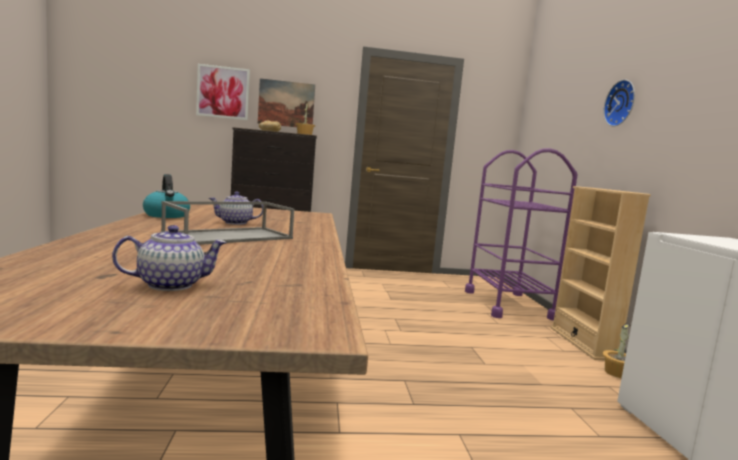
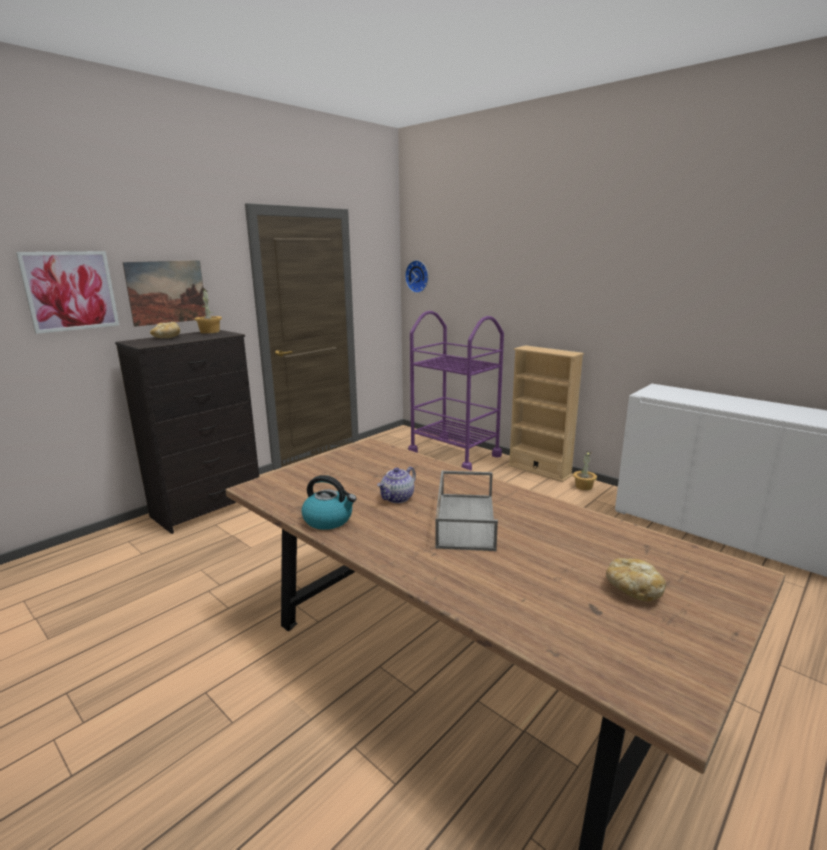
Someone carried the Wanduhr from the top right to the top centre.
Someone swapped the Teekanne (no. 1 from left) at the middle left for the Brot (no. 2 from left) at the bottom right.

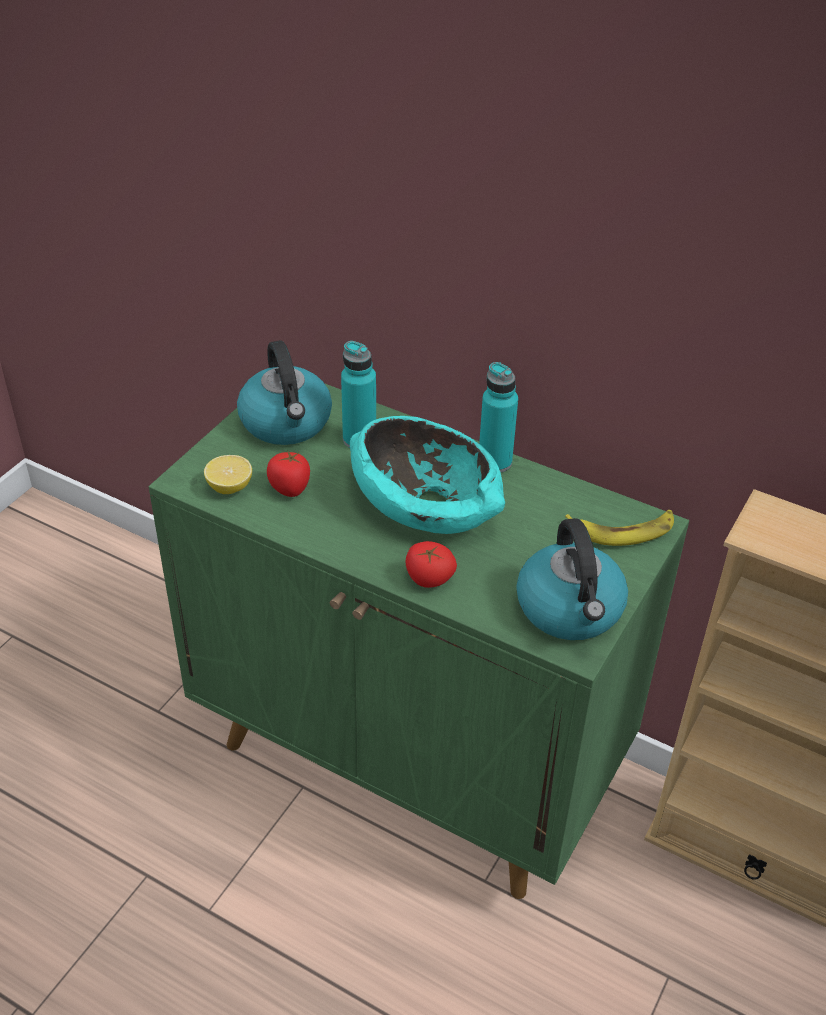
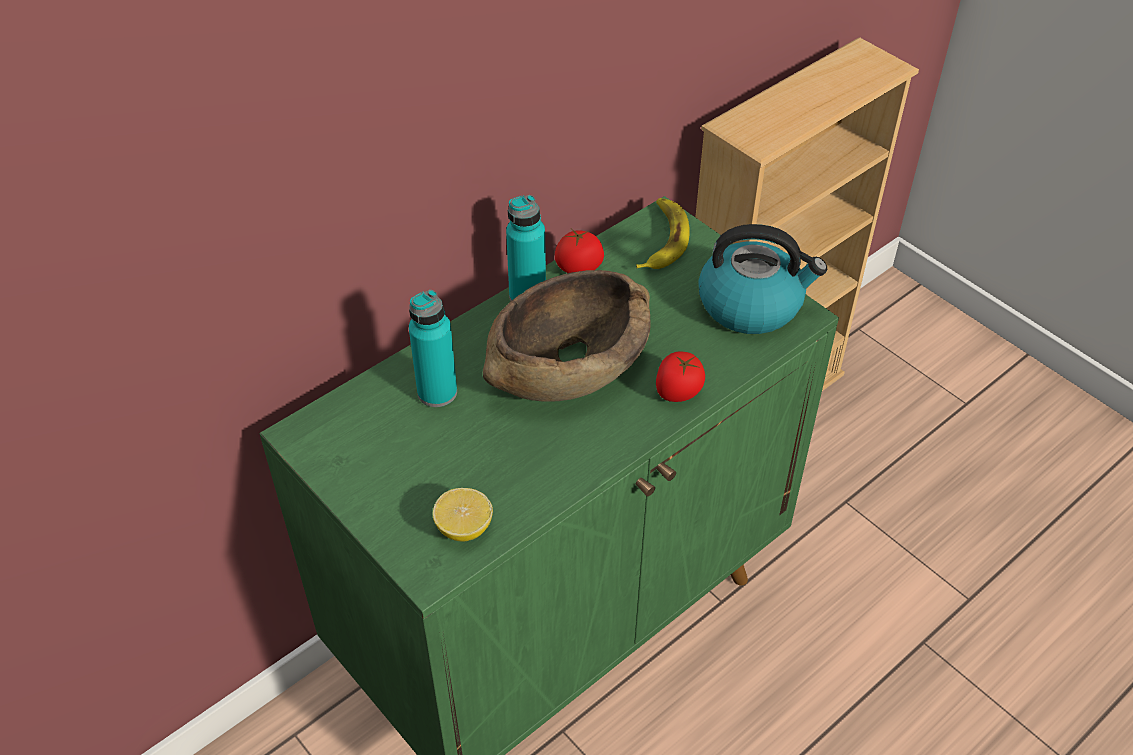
Someone took away the Wasserkessel (no. 1 from left) at the centre.
Someone repainted the Schüssel (türkis) at the centre, which became the Schüssel (braun) at the centre.
Someone carried the Tomate (no. 1 from left) from the centre to the top centre.

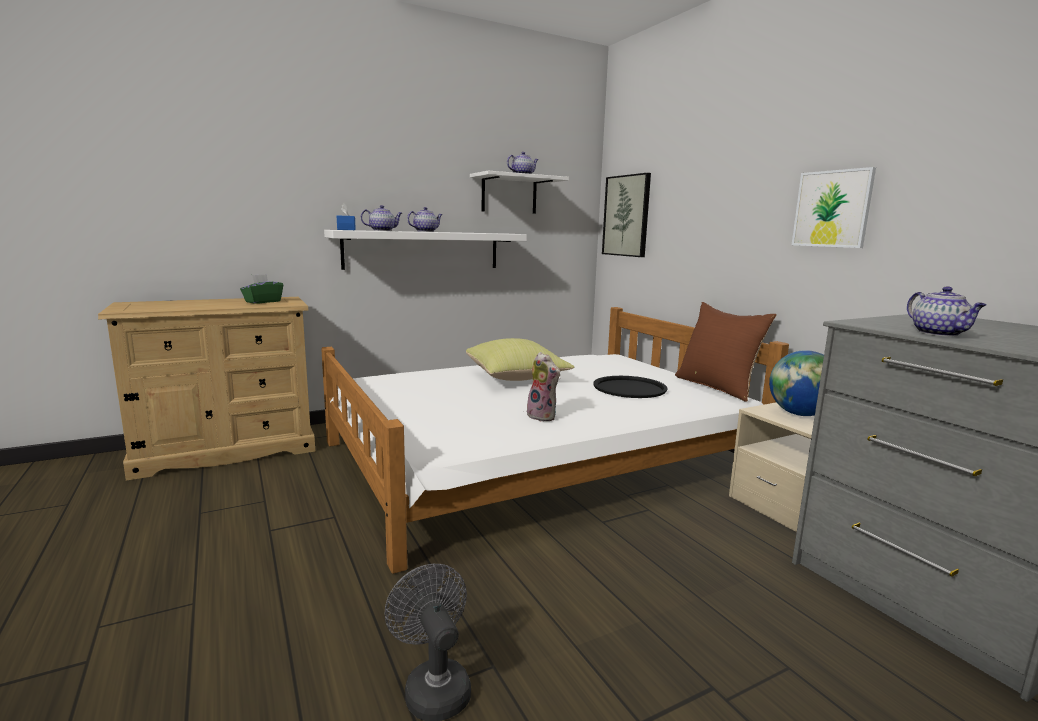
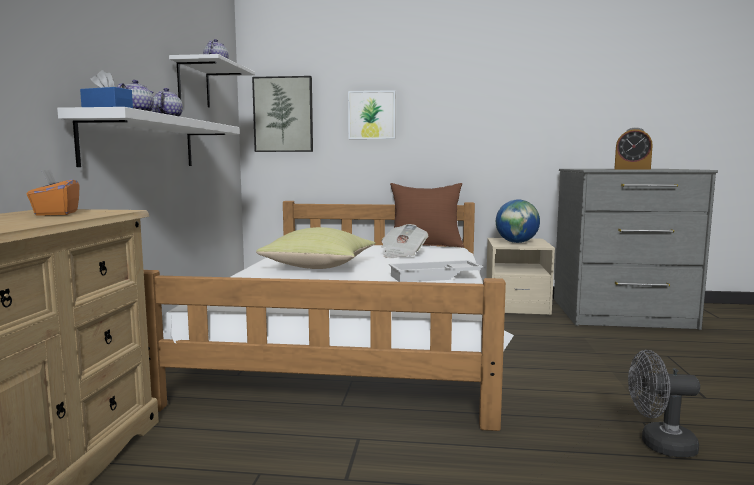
Someone carried the Bild (no. 2 from left) from the top right to the top centre.
Someone repainted the Taschentuchbox (grün) at the middle left, which became the Taschentuchbox (orange) at the middle left.
Someone swapped the Teekanne (no. 4 from left) at the middle right for the Wecker at the top right.
Someone swapped the Plüschtier at the centre for the Tablett (weiß) at the centre.
Someone swapped the Tablett (schwarz) at the centre for the Zeitung at the centre.

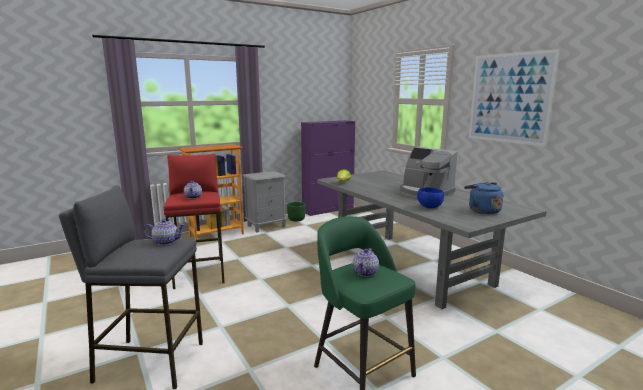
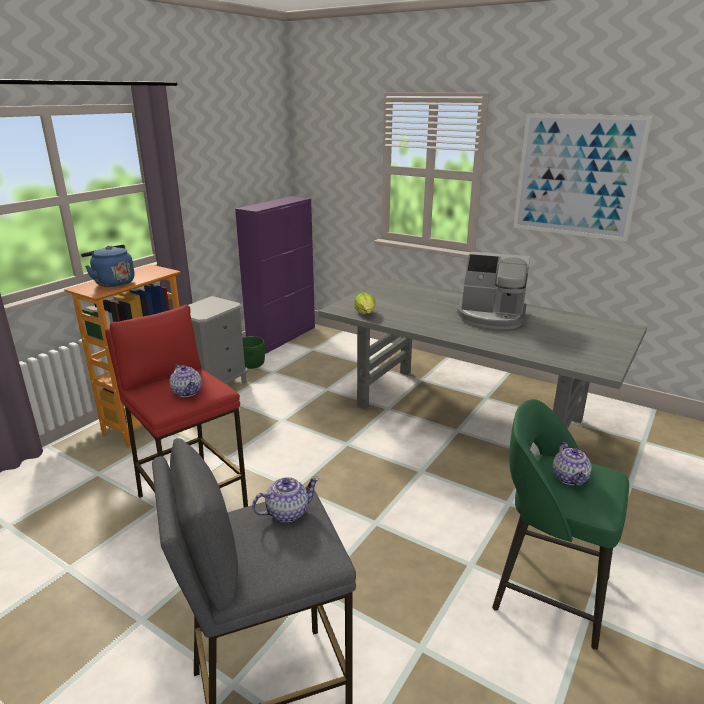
Someone carried the Wasserkessel (blau) from the middle right to the middle left.
Someone took away the Schüssel (blau) at the middle right.

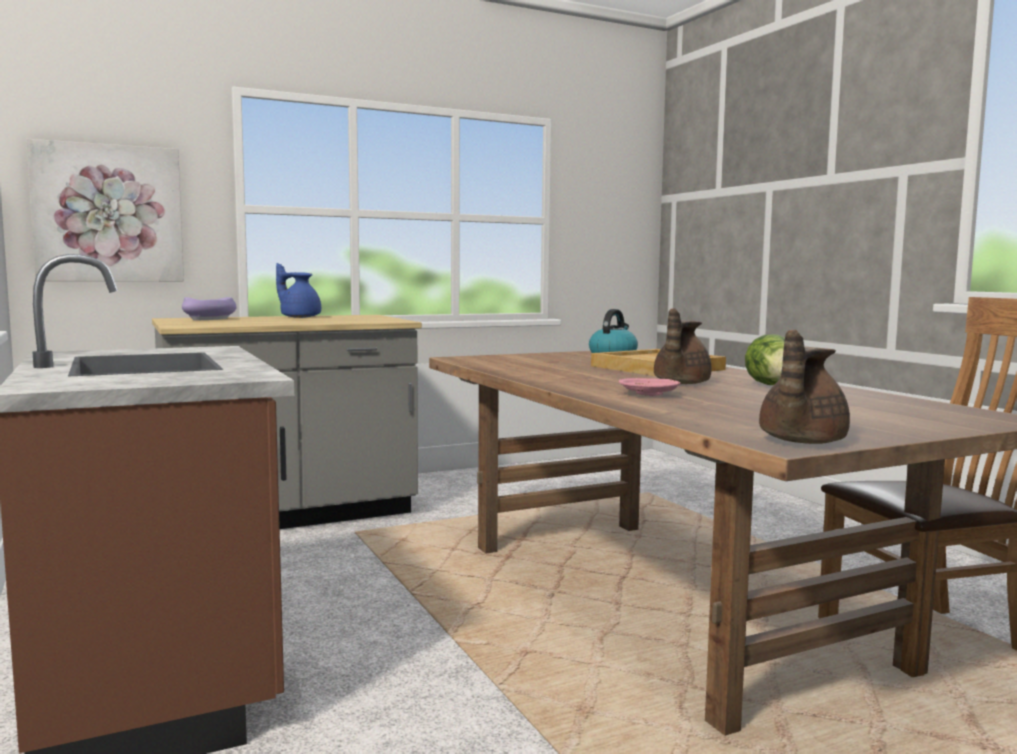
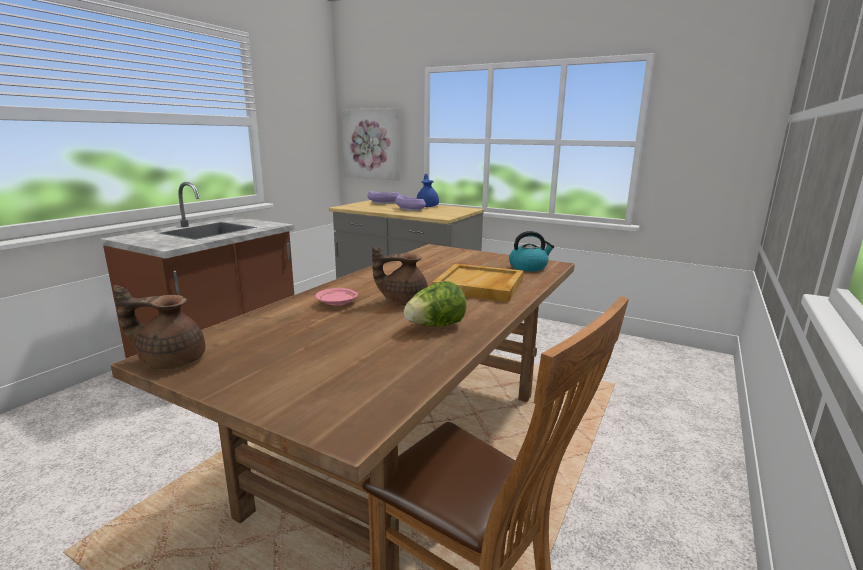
Someone put down the Schüssel (lila) (no. 2 from left) at the centre.

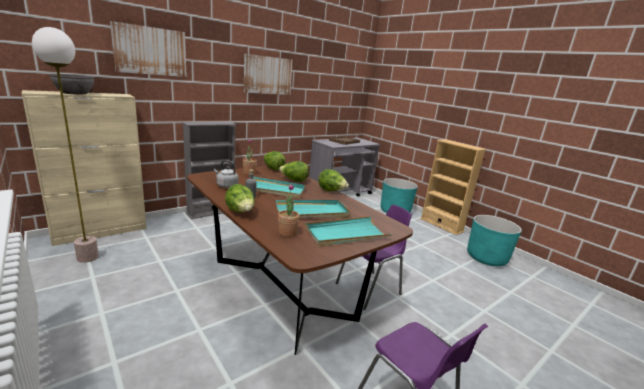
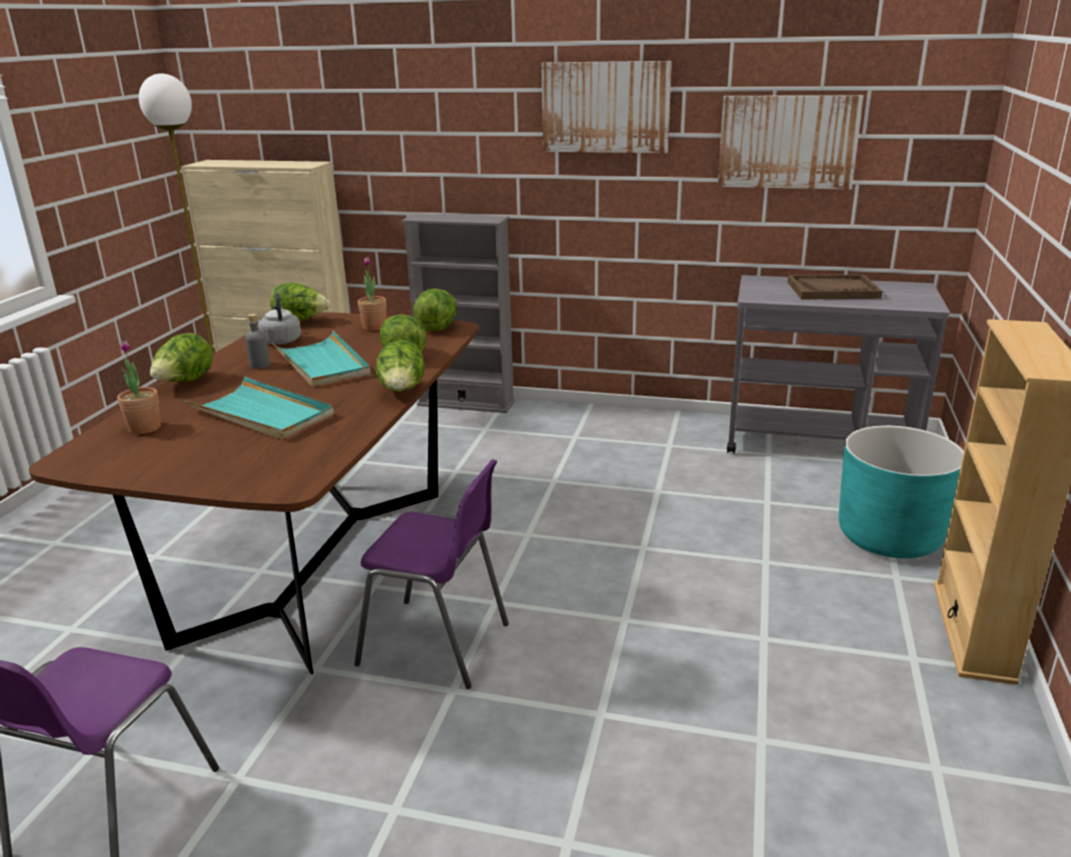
Someone carried the Bild (no. 1 from left in the first image) from the top left to the top right.
Someone took away the Schüssel (grau) at the top left.
Someone took away the Pflanzkübel (türkis) (no. 2 from left) at the middle right.
Someone took away the Tablett (türkis) (no. 3 from left) at the centre.
Someone put down the Salatkopf (no. 2 from left) at the middle left.

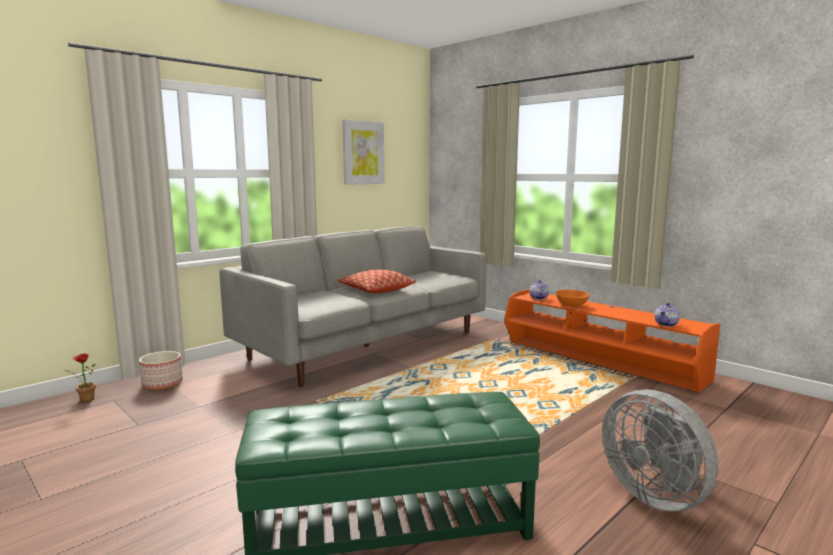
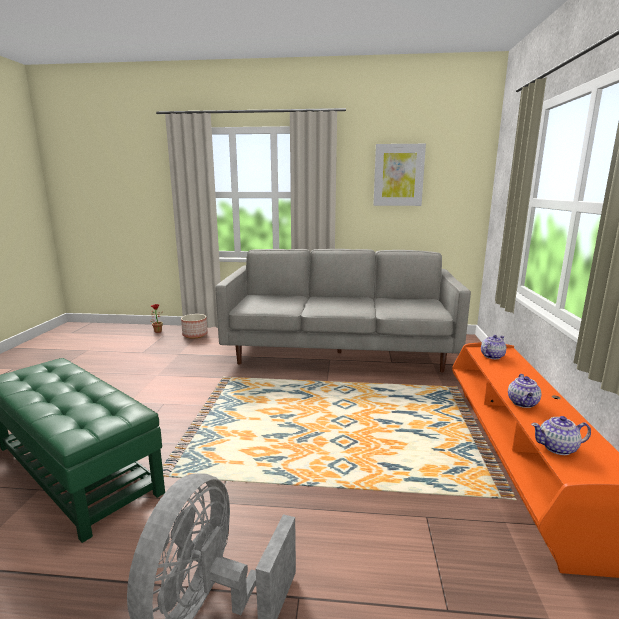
Someone took away the Kissen at the centre.
Someone took away the Schüssel (orange) at the middle right.
Someone put down the Teekanne (no. 2 from left) at the middle right.

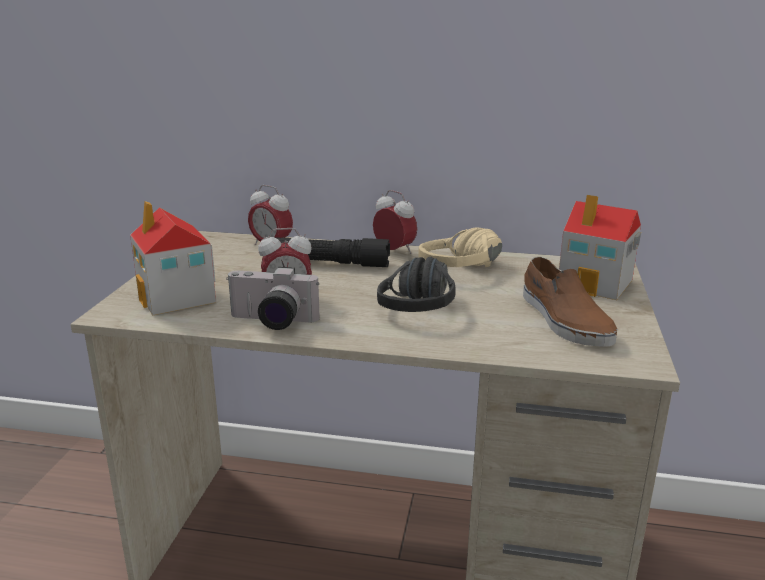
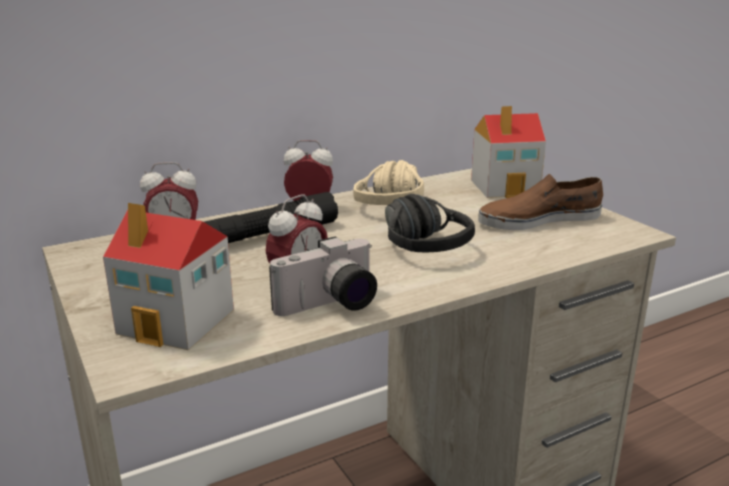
Someone rotated the Schuh (braun) at the middle right by 135 degrees clockwise.

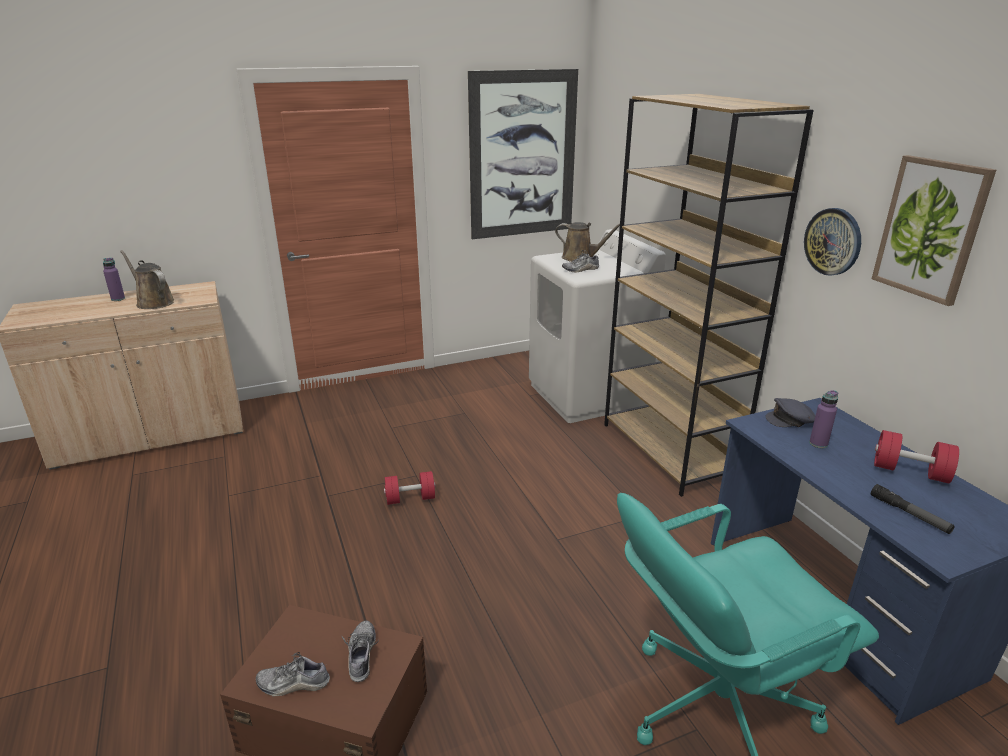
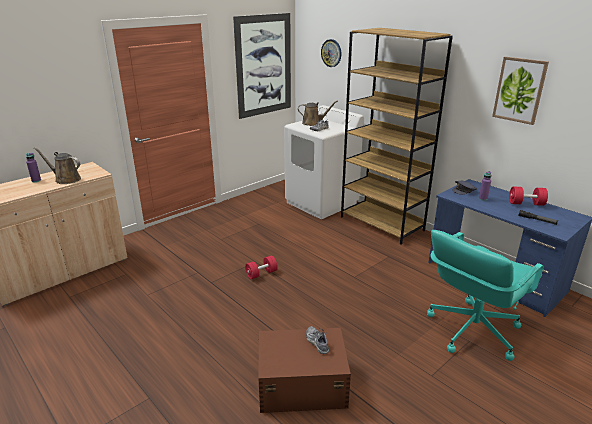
Someone carried the Wanduhr from the top right to the top centre.
Someone took away the Schuh (no. 1 from left) at the bottom left.

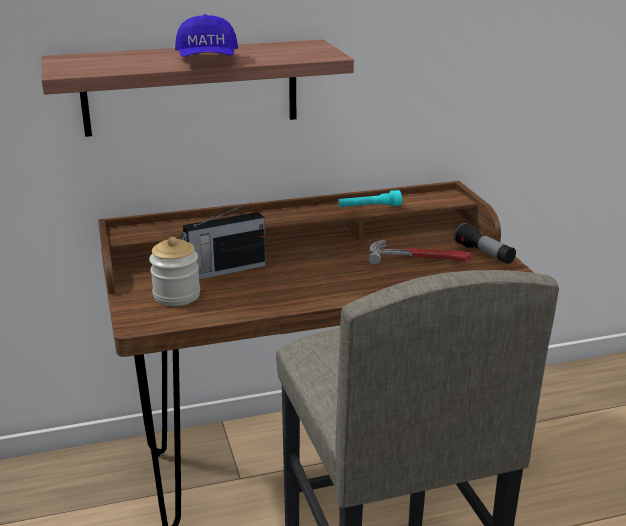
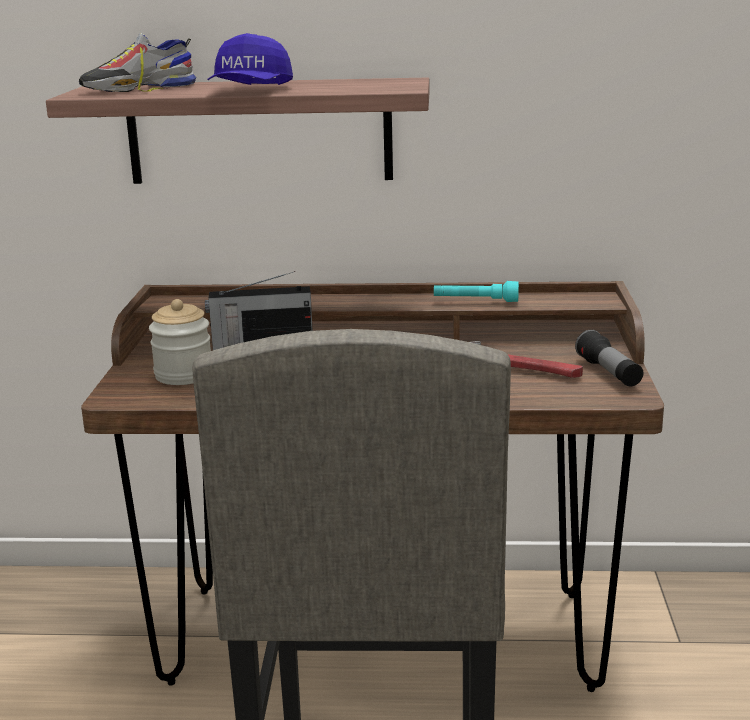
Someone put down the Schuh at the top left.

